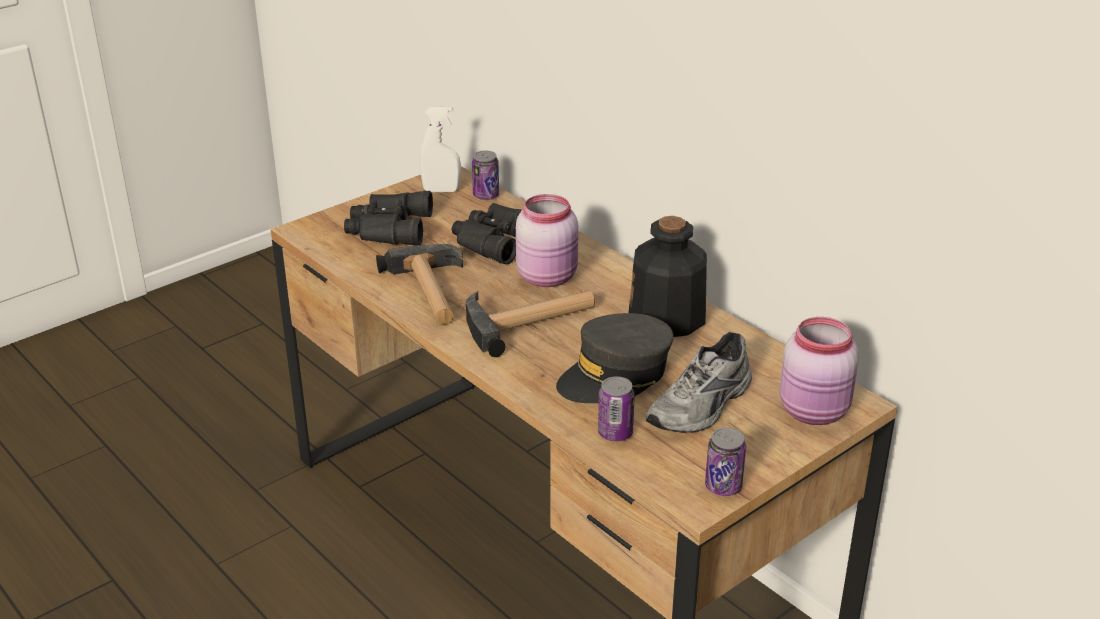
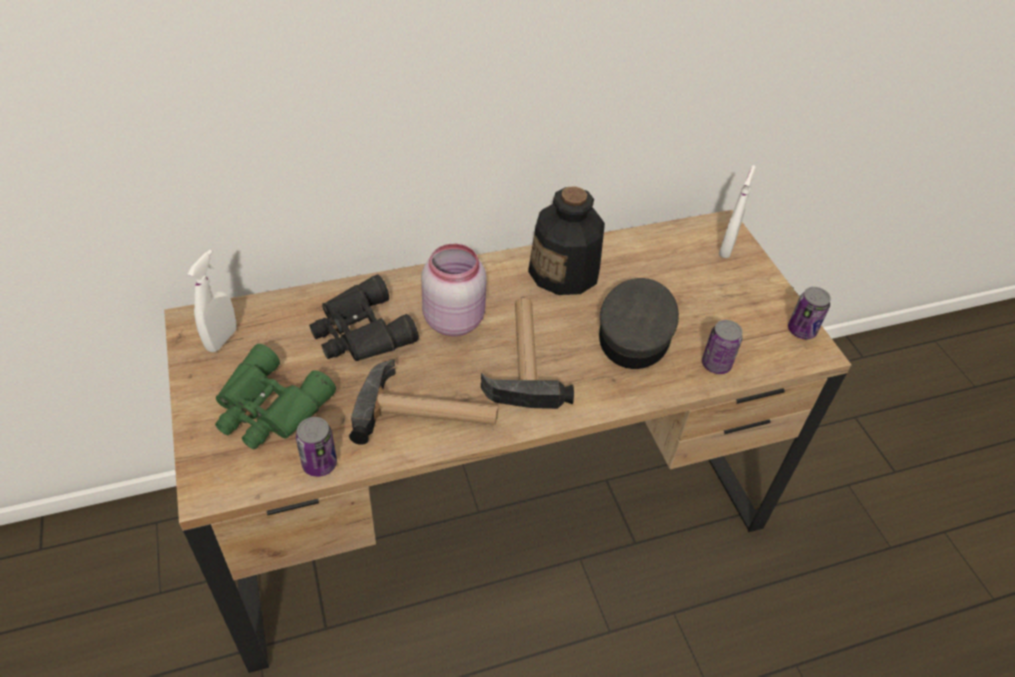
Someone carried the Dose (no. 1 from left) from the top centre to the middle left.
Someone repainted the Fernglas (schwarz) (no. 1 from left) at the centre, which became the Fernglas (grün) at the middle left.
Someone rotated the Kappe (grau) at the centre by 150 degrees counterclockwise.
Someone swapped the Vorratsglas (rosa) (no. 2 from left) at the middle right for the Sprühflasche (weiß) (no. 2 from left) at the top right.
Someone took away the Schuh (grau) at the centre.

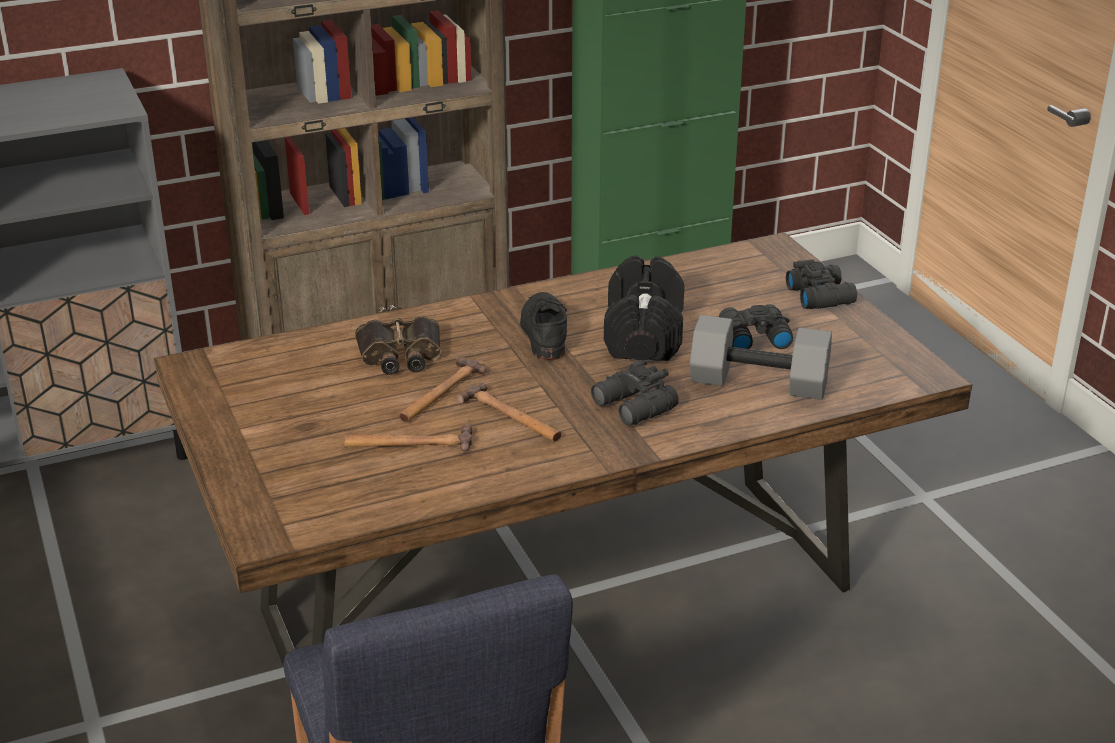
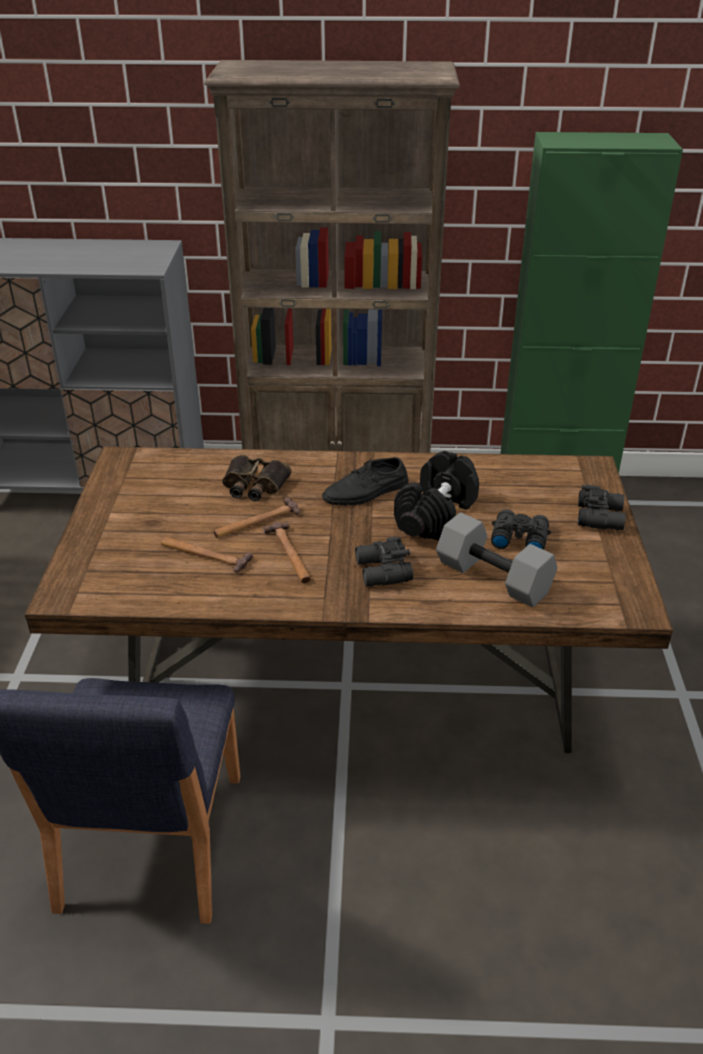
Someone rotated the Schuh (schwarz) at the centre by 135 degrees counterclockwise.

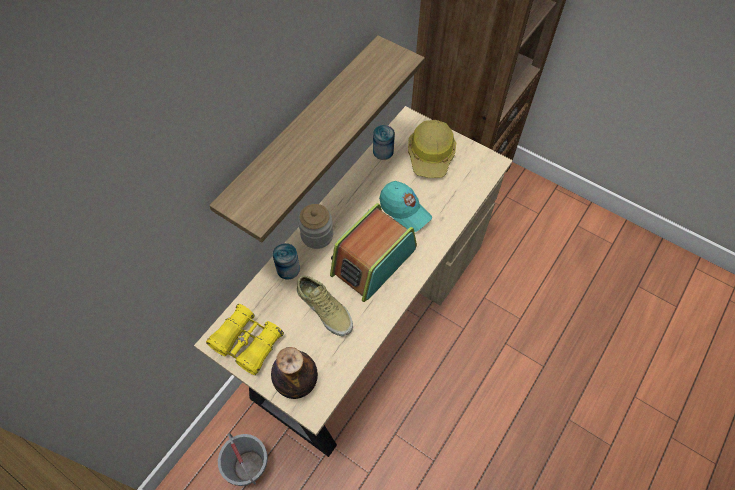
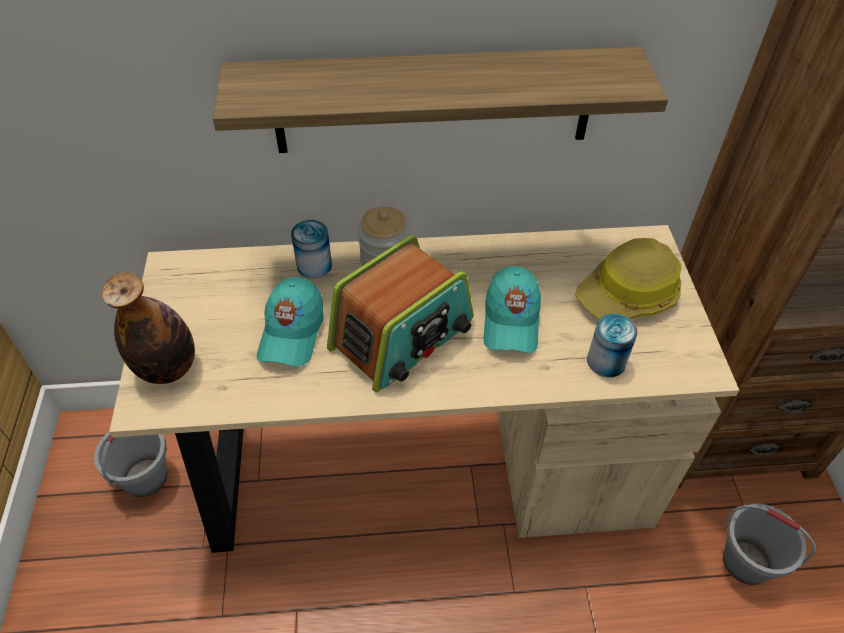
Someone carried the Dose (no. 2 from left) from the top centre to the middle right.
Someone rotated the Radio at the centre by 135 degrees clockwise.
Someone swapped the Schuh (beige) at the centre for the Kappe (türkis) (no. 1 from left) at the centre.
Someone took away the Fernglas (gelb) at the bottom centre.
Someone put down the Eimer (grau) (no. 2 from left) at the bottom right.

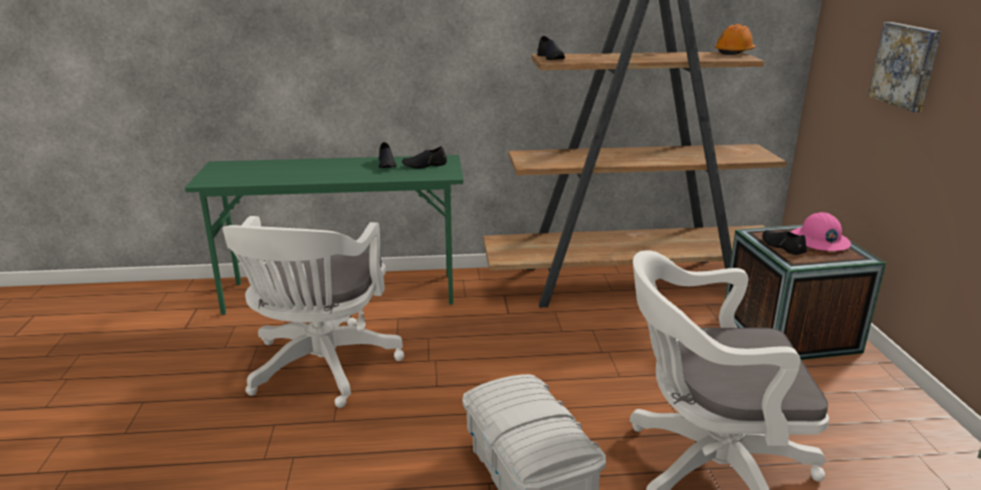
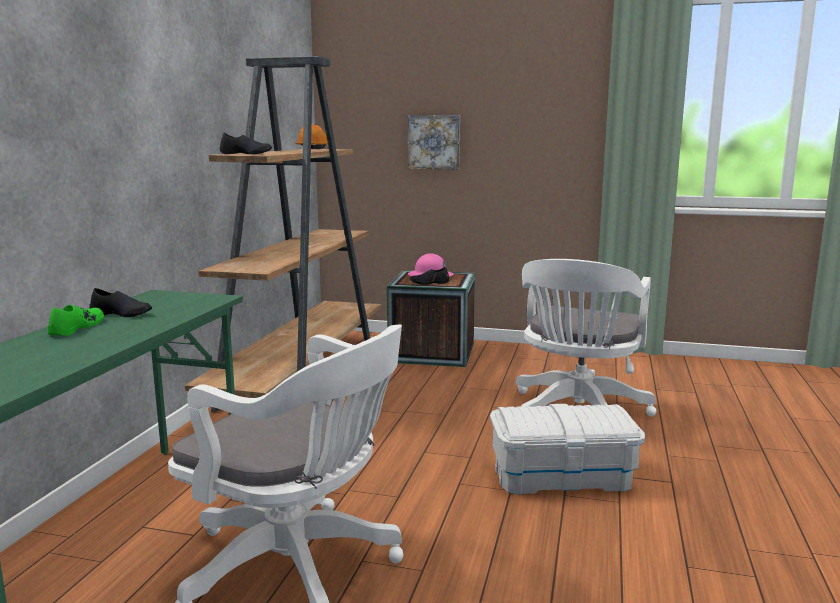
Someone took away the Schuh (schwarz) (no. 2 from left) at the top centre.
Someone put down the Schuh (grün) at the middle left.

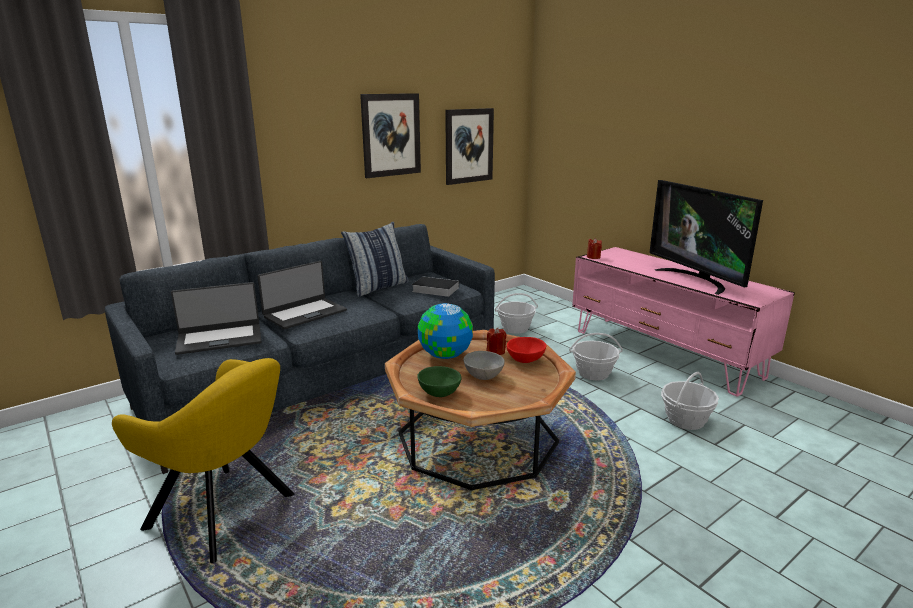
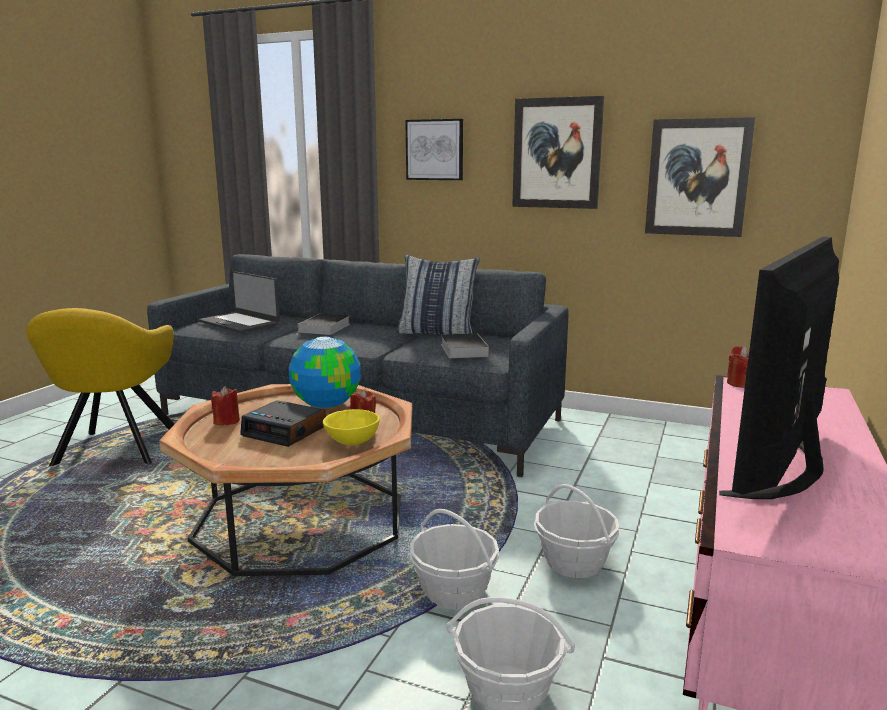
Someone swapped the Laptop (no. 2 from left) at the middle left for the Buch (no. 1 from left) at the centre.
Someone carried the Korb (no. 1 from left) from the centre to the bottom centre.
Someone repainted the Schüssel (rot) at the centre, which became the Schüssel (gelb) at the centre.
Someone swapped the Schüssel (grau) at the centre for the Wecker at the middle left.
Someone swapped the Schüssel (grün) at the centre for the Kerze (rot) (no. 1 from left) at the middle left.
Someone put up the Bild (no. 1 from left) at the top centre.

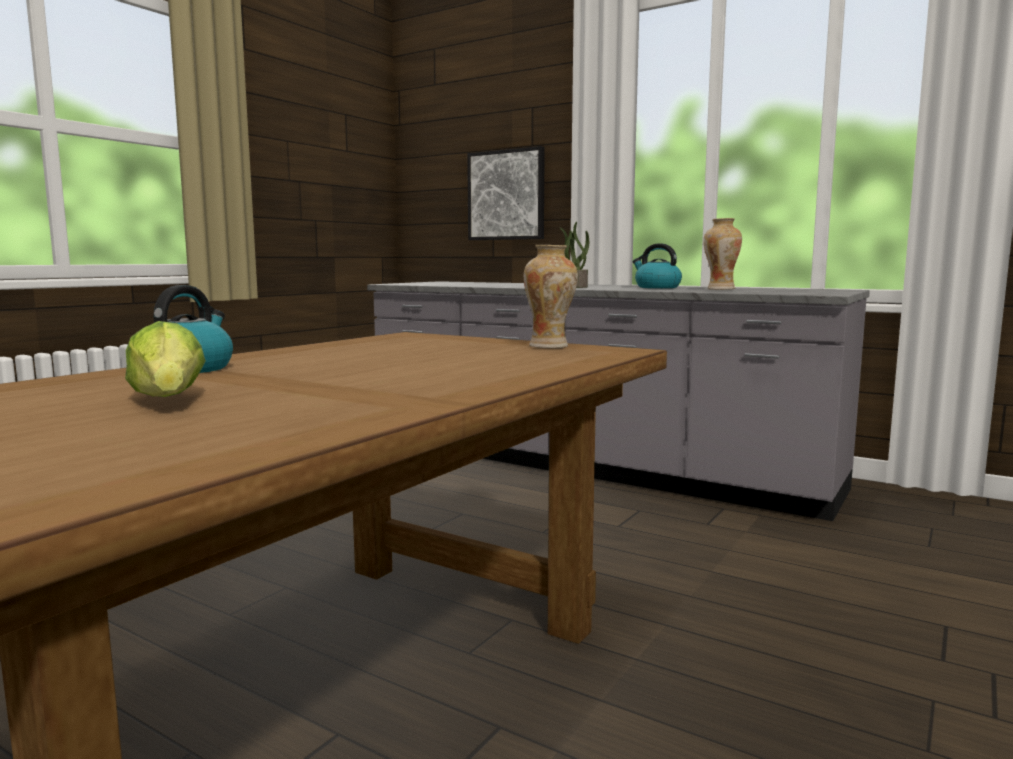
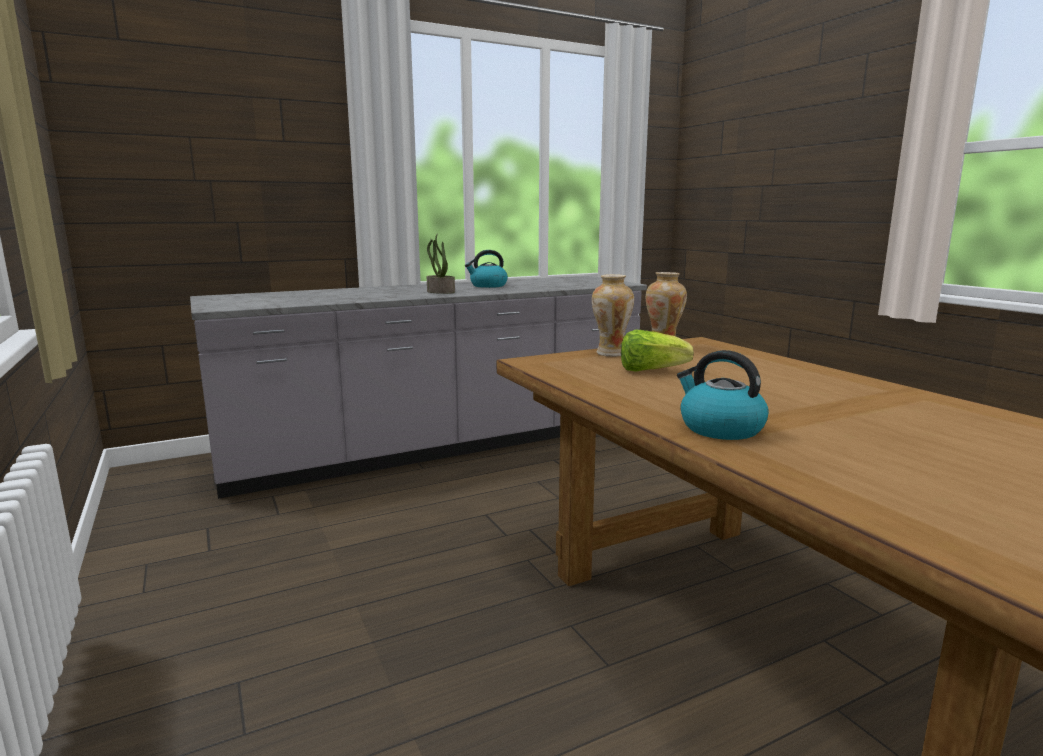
Someone took away the Bild at the top centre.
Someone carried the Vase (no. 2 from left in the first image) from the middle right to the centre.
Someone carried the Salatkopf from the middle left to the centre.

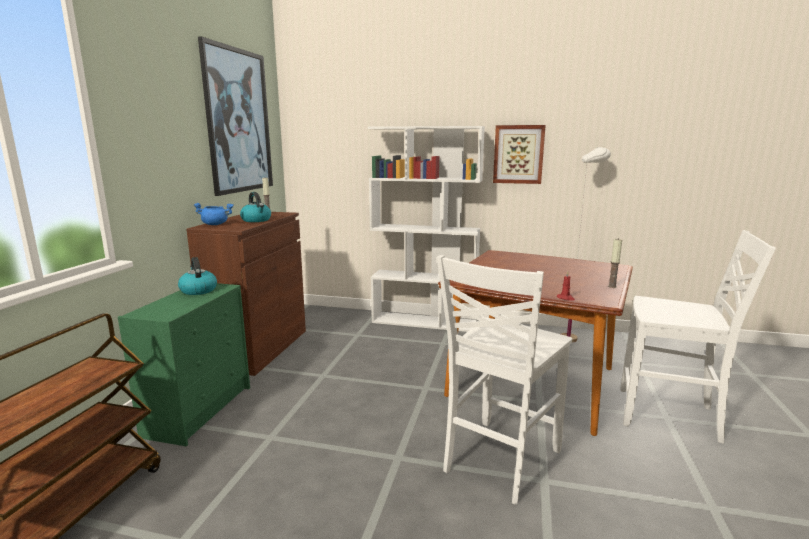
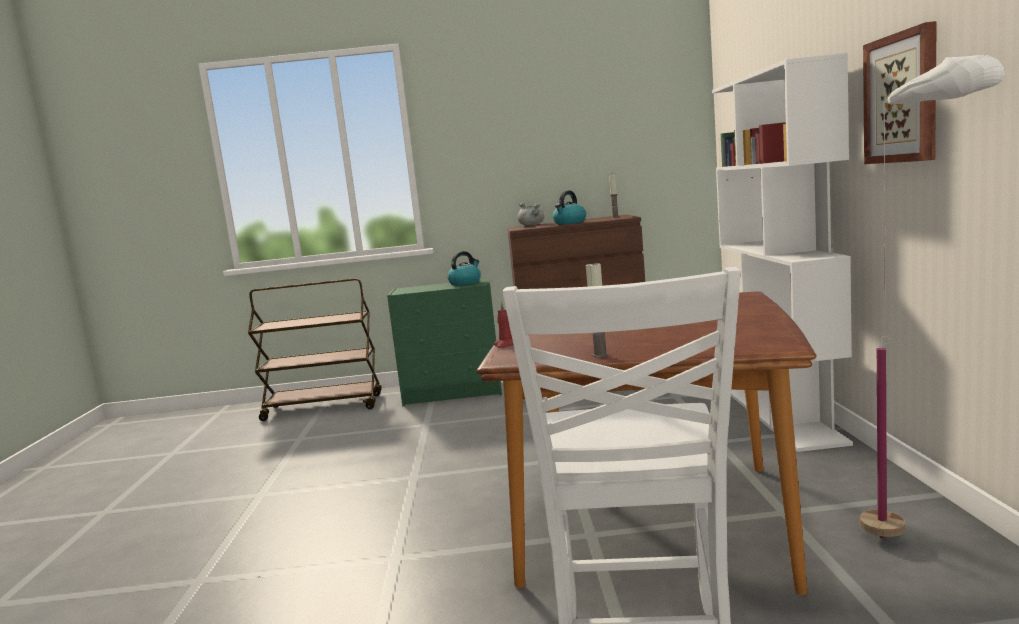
Someone took away the Bild (no. 1 from left) at the top left.
Someone repainted the Kochtopf (blau) at the middle left, which became the Kochtopf (grau) at the centre.
Someone took away the Stuhl (weiß) (no. 1 from left) at the bottom centre.

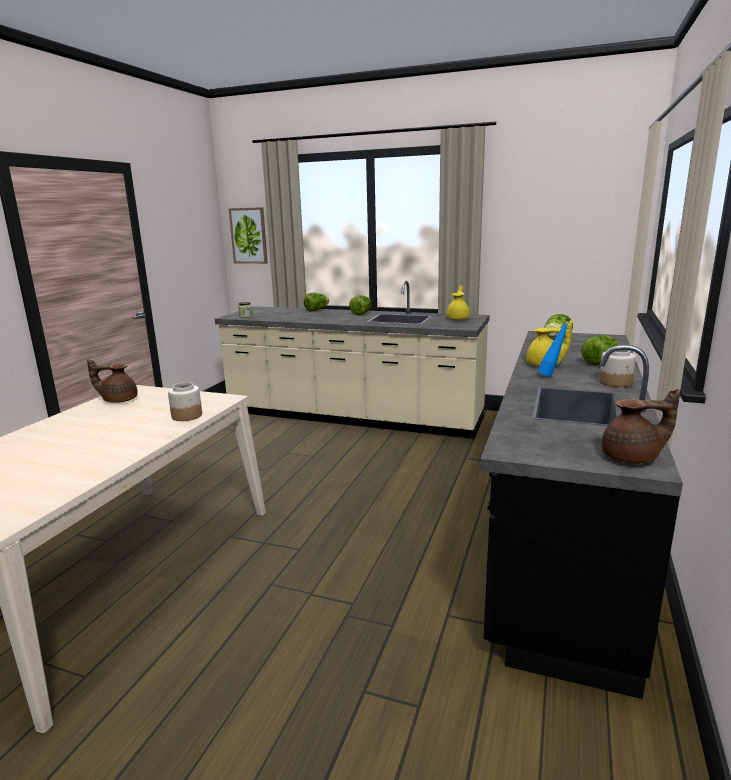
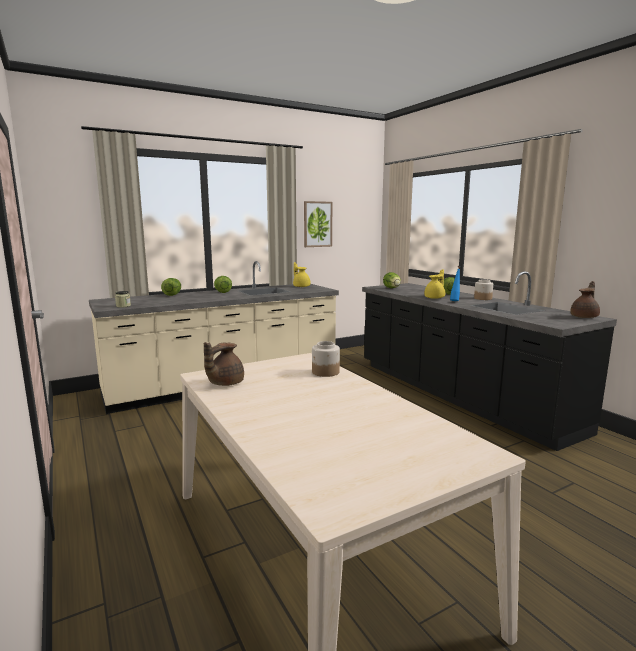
Someone carried the Bild from the top centre to the centre.

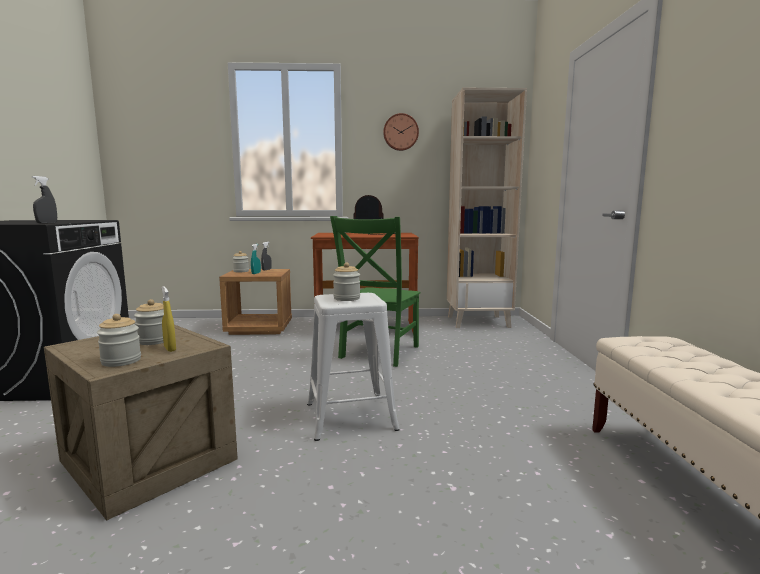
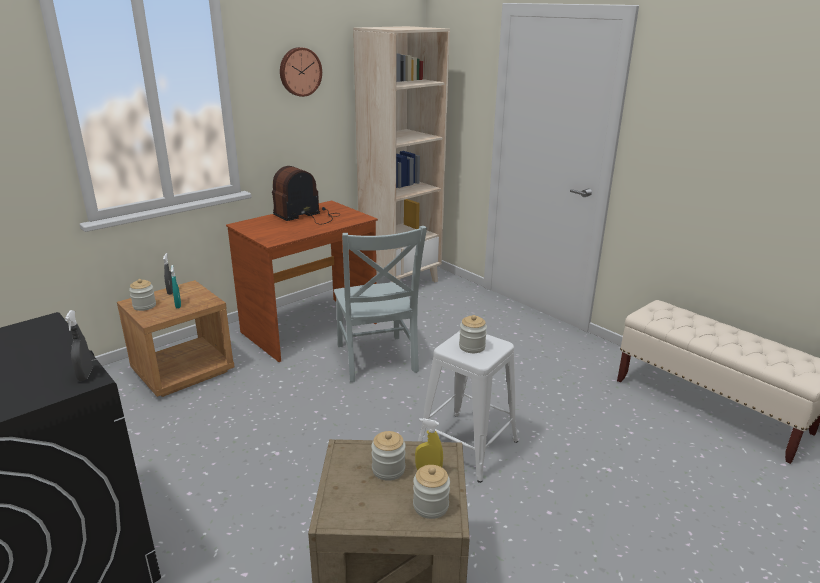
Someone repainted the Stuhl (grün) at the centre, which became the Stuhl (grau) at the centre.

